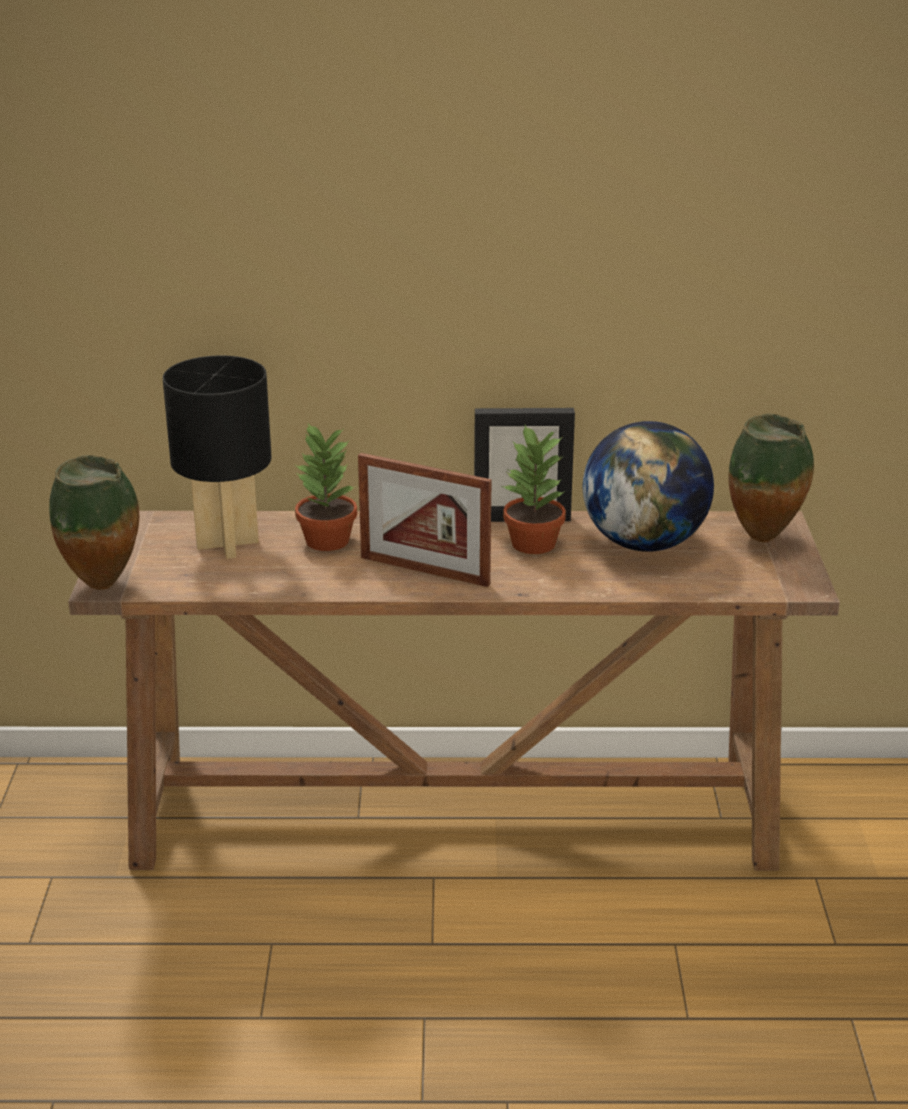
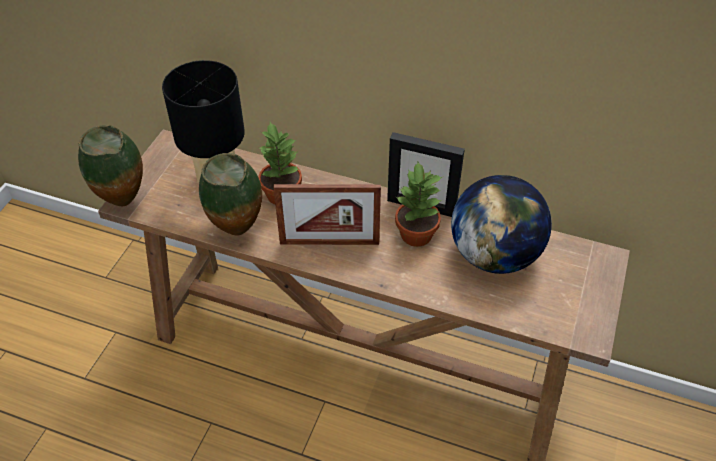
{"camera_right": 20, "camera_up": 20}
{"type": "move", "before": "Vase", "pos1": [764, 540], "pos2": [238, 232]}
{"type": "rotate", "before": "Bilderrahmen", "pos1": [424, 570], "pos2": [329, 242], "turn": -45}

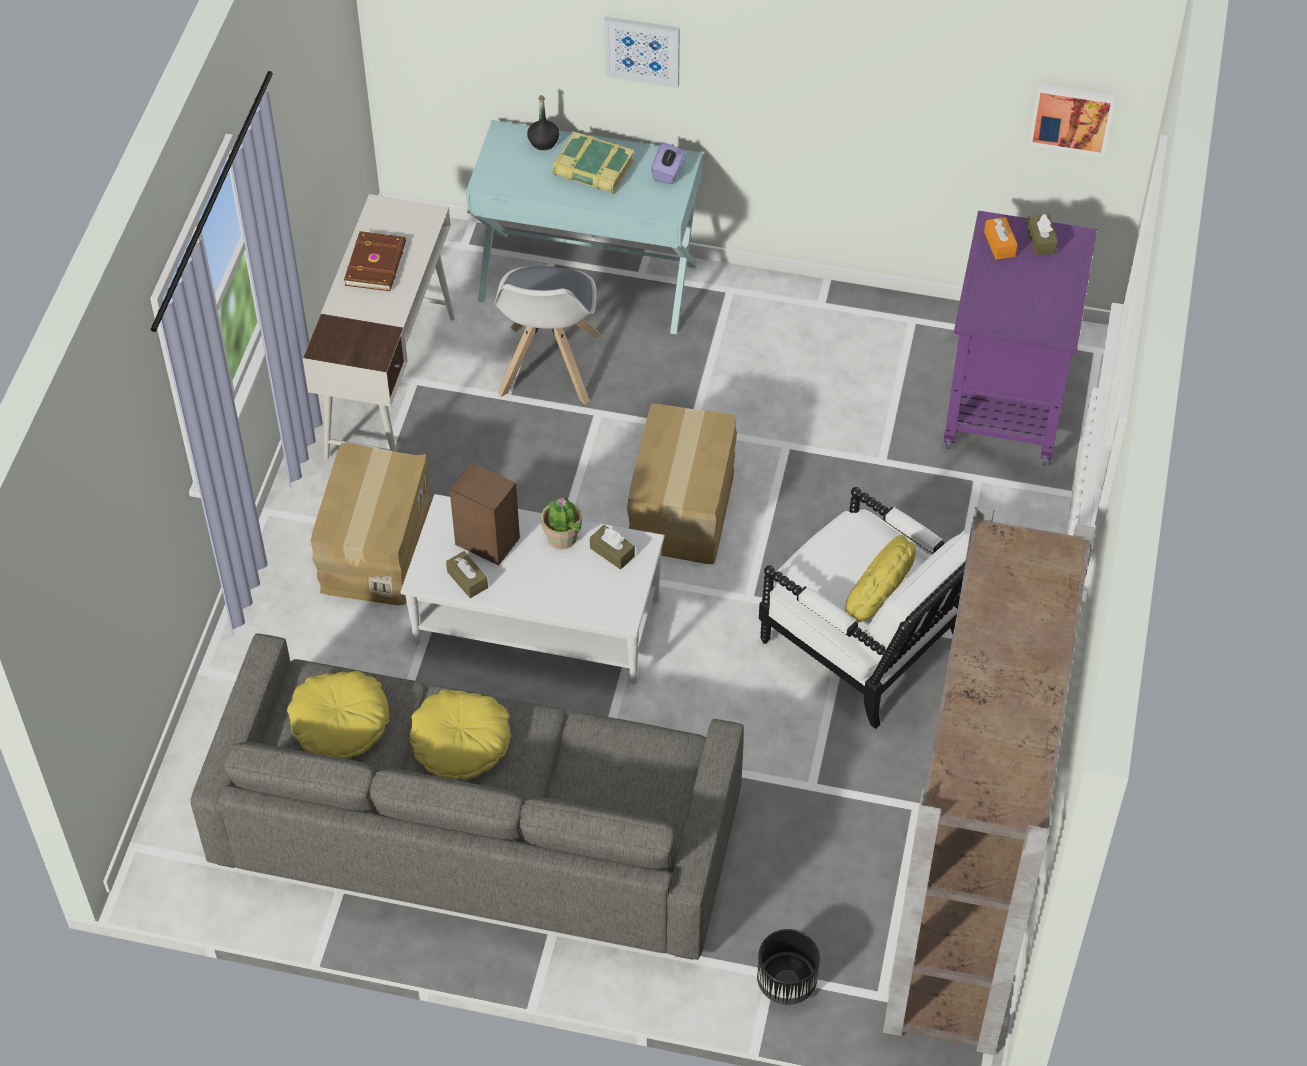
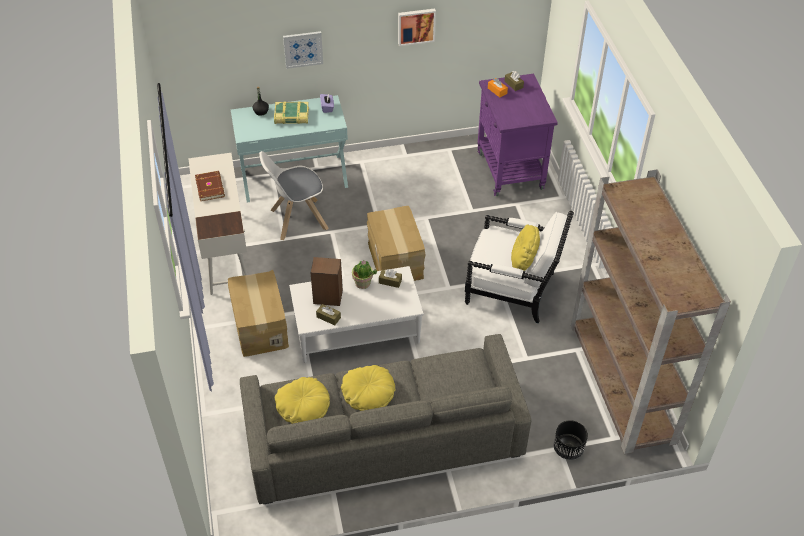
{"camera_right": -25, "camera_up": -5}
{"type": "move", "before": "Bild", "pos1": [1072, 117], "pos2": [416, 26]}
{"type": "rotate", "before": "Stuhl", "pos1": [548, 367], "pos2": [297, 220], "turn": 90}

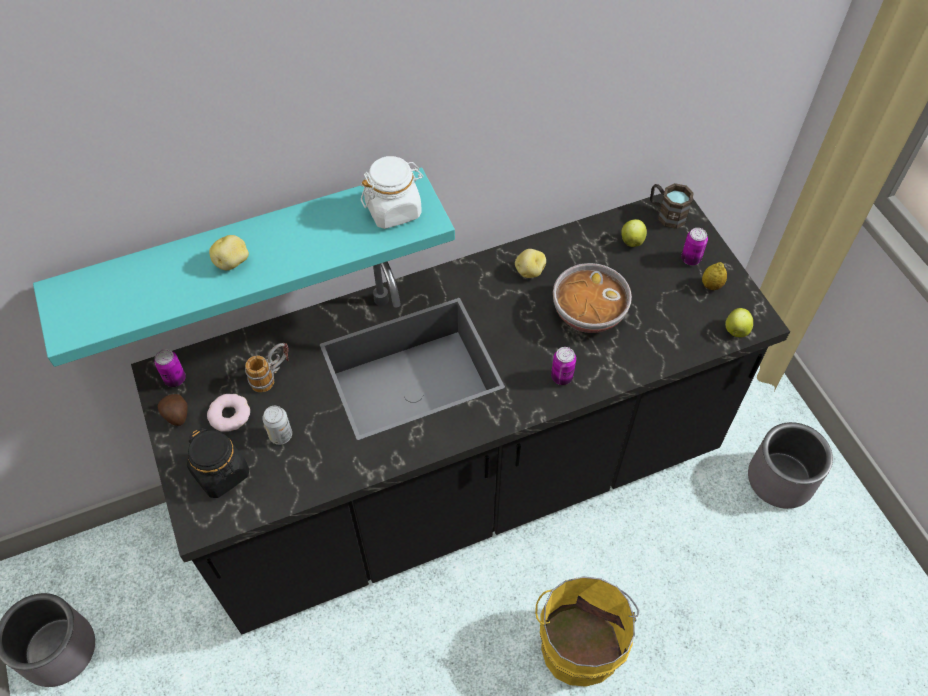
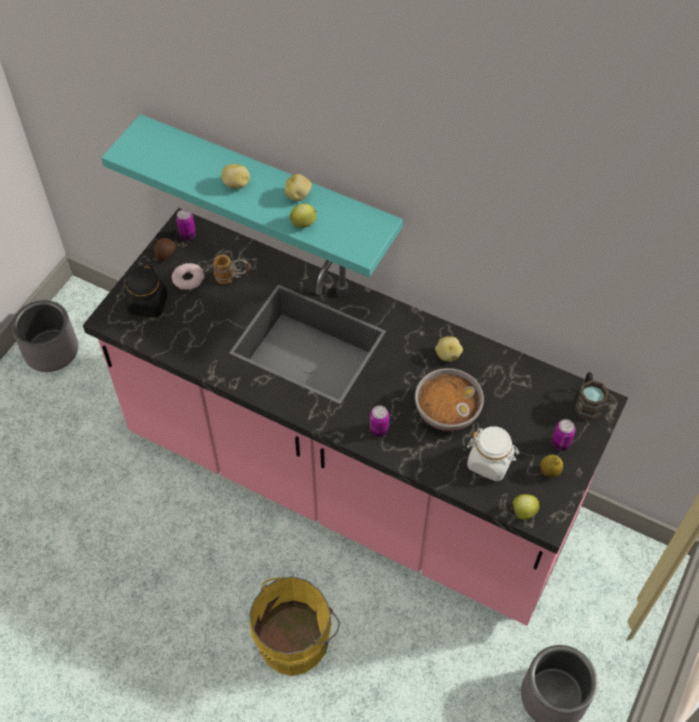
{"camera_right": 50, "camera_up": 0}
{"type": "delete", "before": "Dose", "pos1": [281, 435]}
{"type": "insert", "after": "Kartoffel", "pos2": [298, 195]}
{"type": "move", "before": "Vorratsglas/weiß", "pos1": [394, 210], "pos2": [490, 462]}
{"type": "move", "before": "Apfel", "pos1": [632, 241], "pos2": [304, 223]}
{"type": "recolor", "before": "Küchenzeile/schwarz", "after": "Küchenzeile/rosa", "pos1": [464, 483], "pos2": [349, 481]}

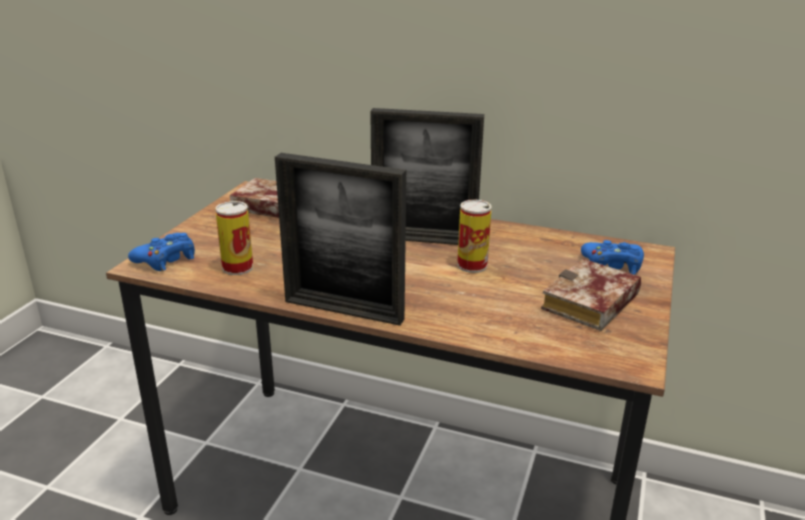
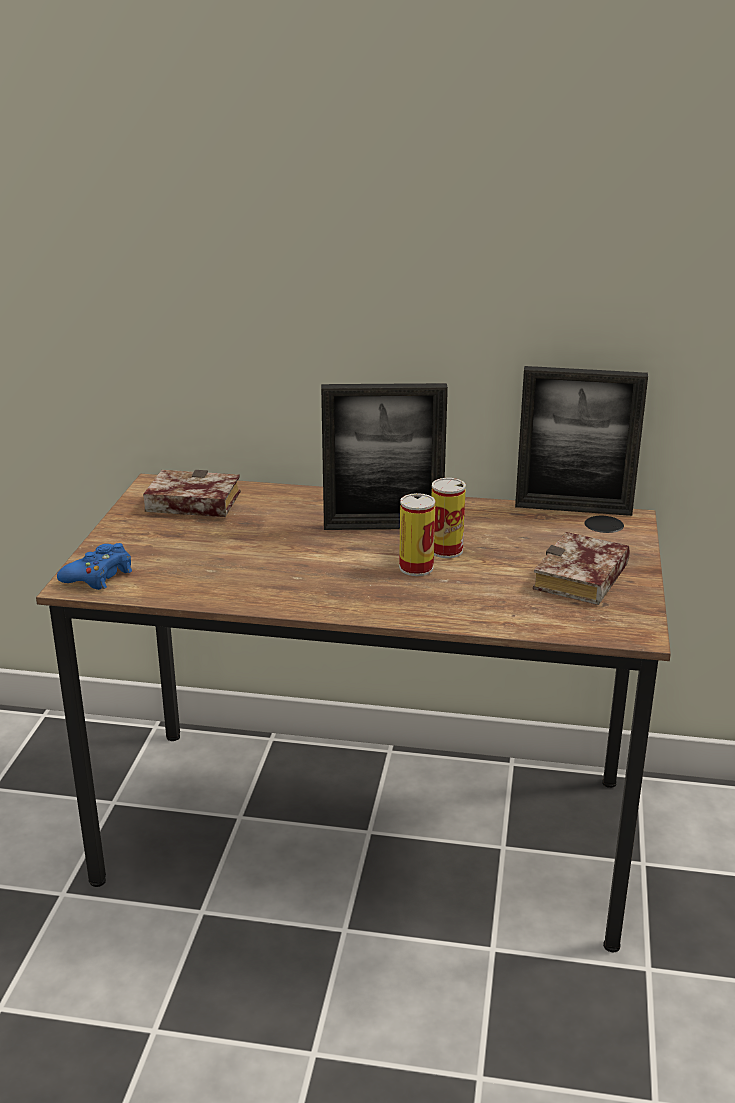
{"camera_right": -10, "camera_up": 0}
{"type": "delete", "before": "Gamepad/blau", "pos1": [612, 265]}
{"type": "move", "before": "Dose", "pos1": [237, 267], "pos2": [416, 568]}
{"type": "move", "before": "Bilderrahmen", "pos1": [343, 310], "pos2": [573, 509]}

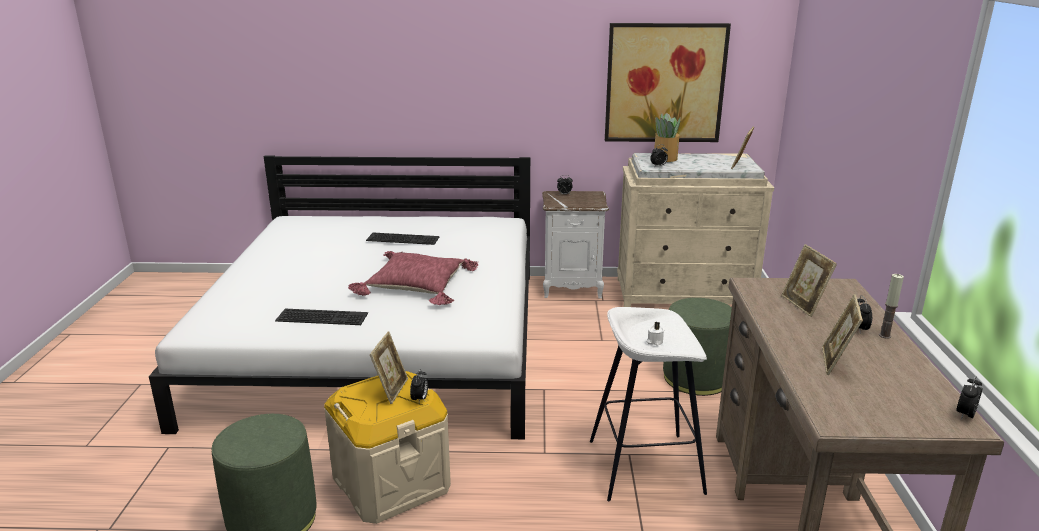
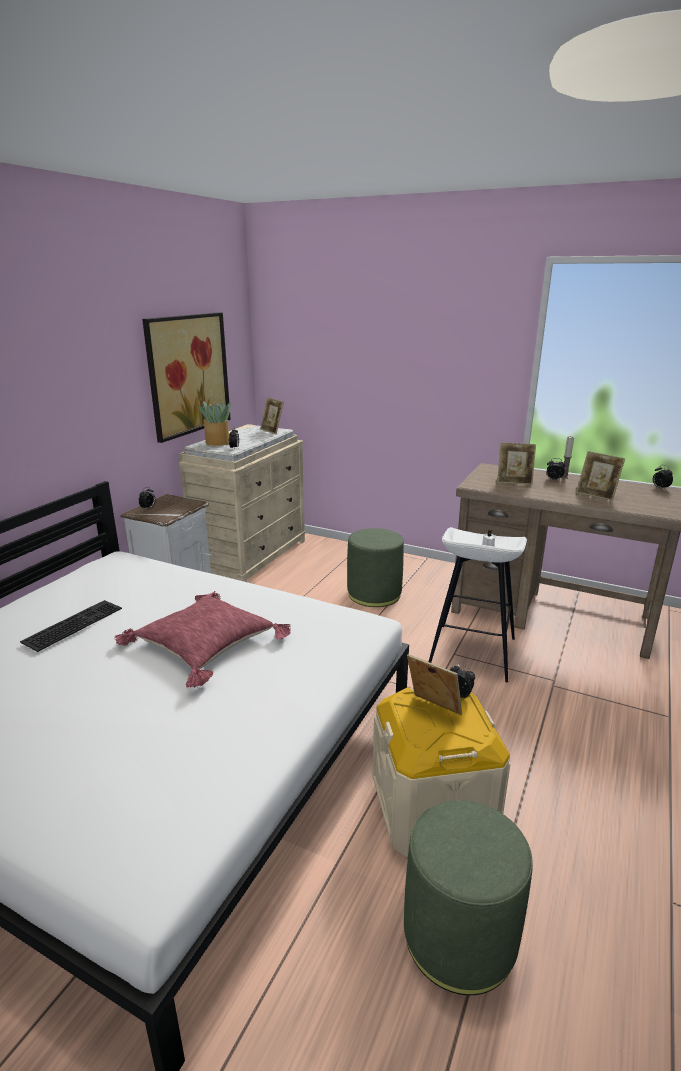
{"camera_right": -65, "camera_up": 0}
{"type": "delete", "before": "Tastatur", "pos1": [323, 316]}

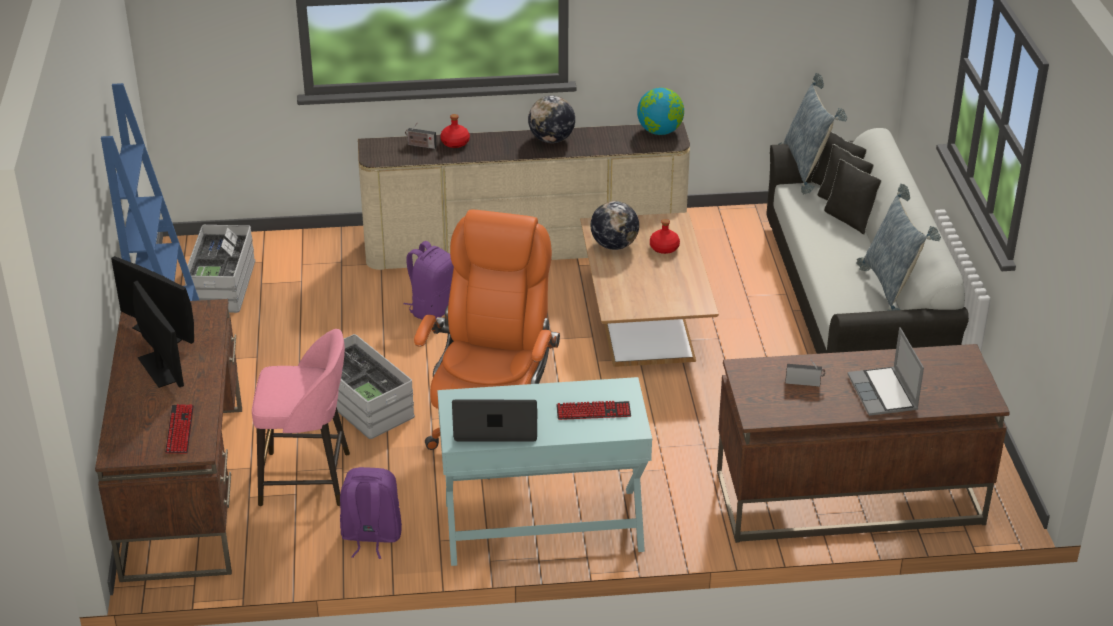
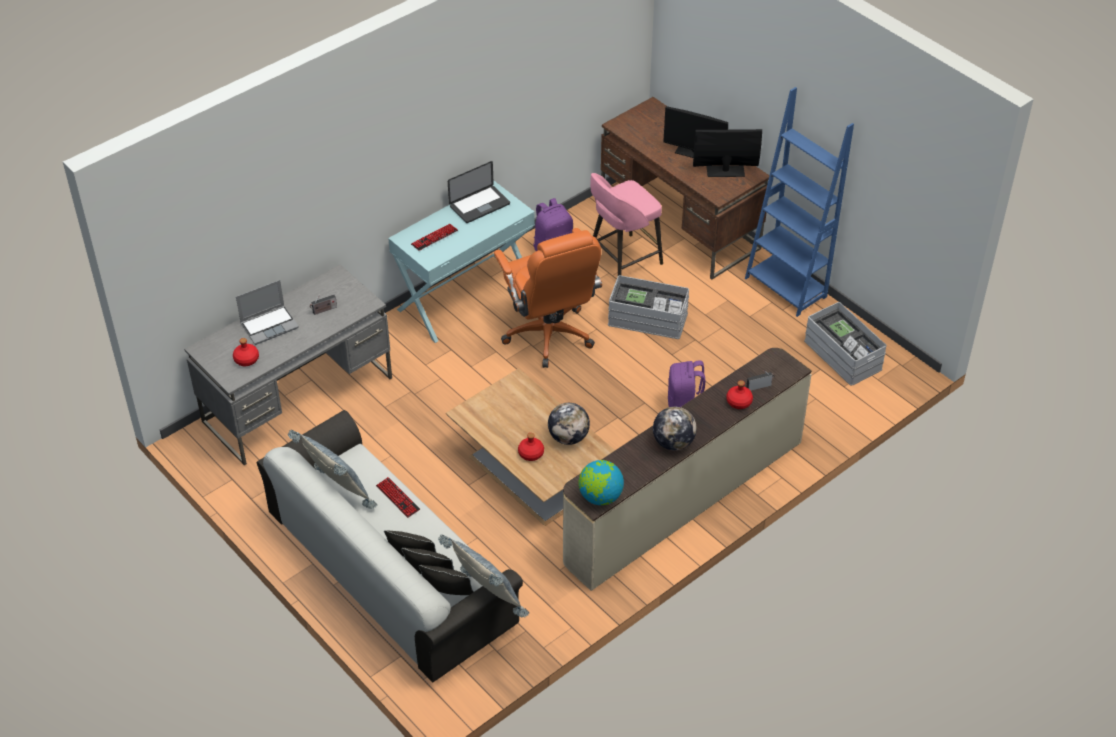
{"camera_right": 145, "camera_up": 10}
{"type": "insert", "after": "Flasche/rot", "pos2": [246, 359]}
{"type": "move", "before": "Tastatur", "pos1": [180, 430], "pos2": [398, 498]}
{"type": "recolor", "before": "Schreibtisch/braun", "after": "Schreibtisch/grau", "pos1": [847, 498], "pos2": [299, 399]}
{"type": "rotate", "before": "Laptop", "pos1": [884, 393], "pos2": [270, 325], "turn": 105}

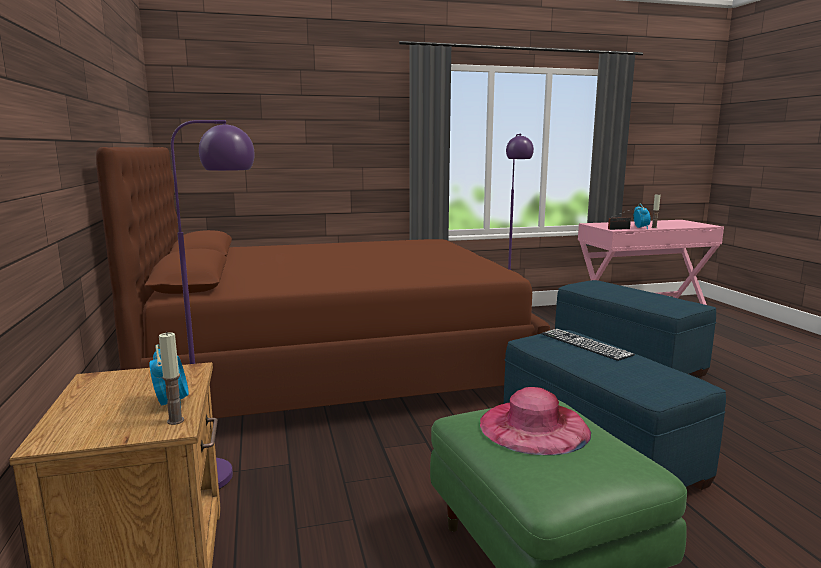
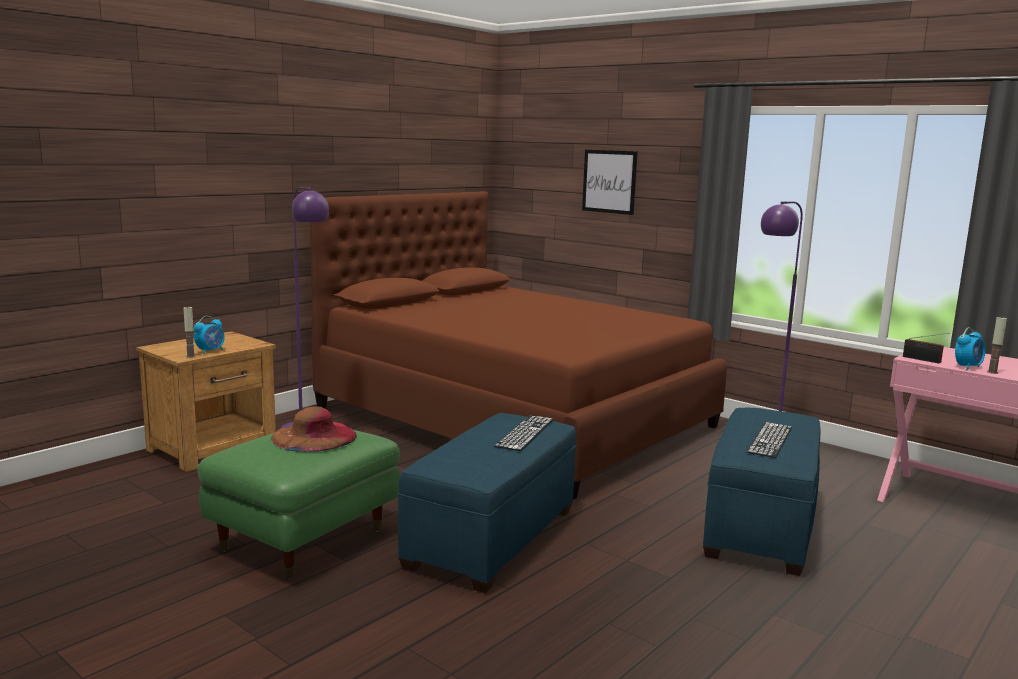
{"camera_right": 55, "camera_up": 0}
{"type": "insert", "after": "Bild", "pos2": [609, 181]}
{"type": "insert", "after": "Tastatur", "pos2": [770, 439]}
{"type": "recolor", "before": "Hut/rosa", "after": "Hut/braun", "pos1": [534, 426], "pos2": [314, 436]}

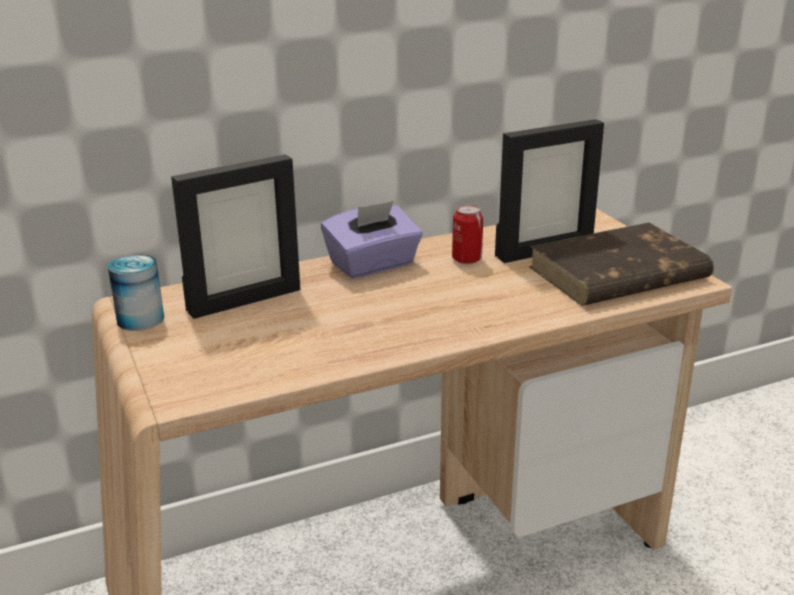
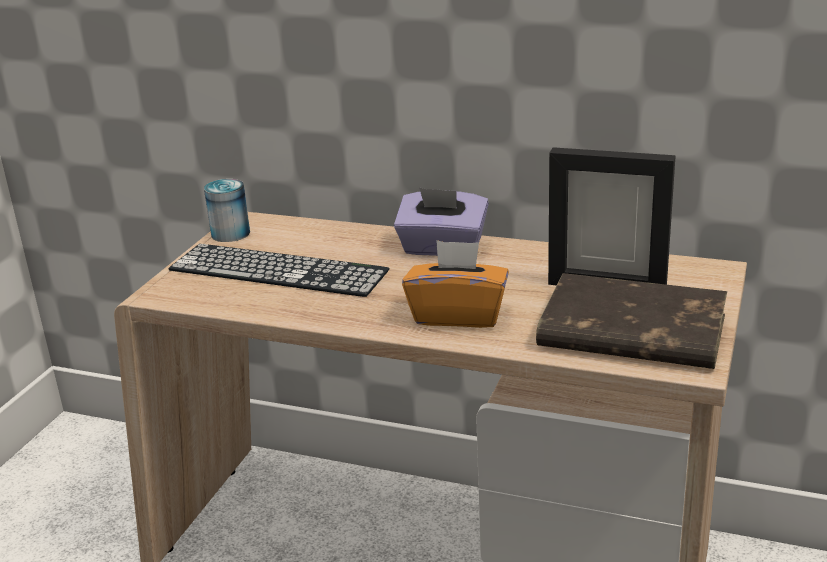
{"camera_right": 45, "camera_up": 0}
{"type": "delete", "before": "Bilderrahmen", "pos1": [244, 300]}
{"type": "delete", "before": "Dose", "pos1": [466, 259]}
{"type": "insert", "after": "Tastatur", "pos2": [278, 270]}
{"type": "insert", "after": "Taschentuchbox/orange", "pos2": [458, 315]}

